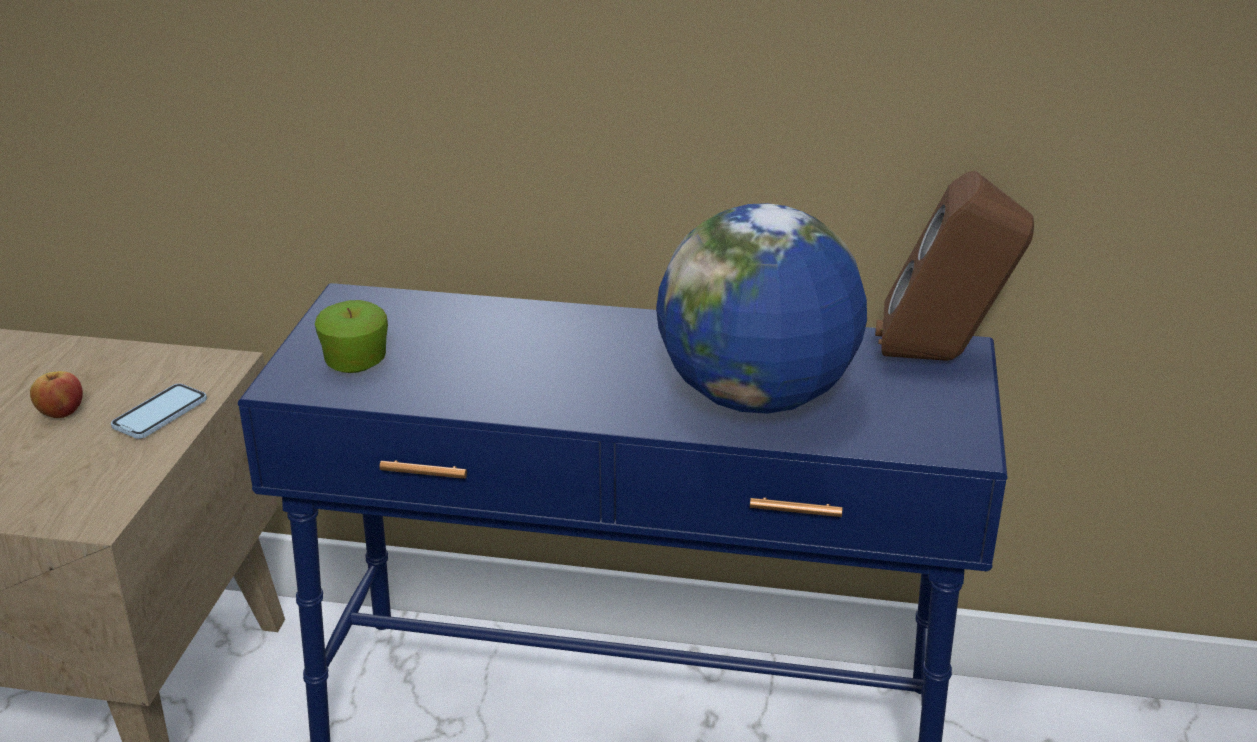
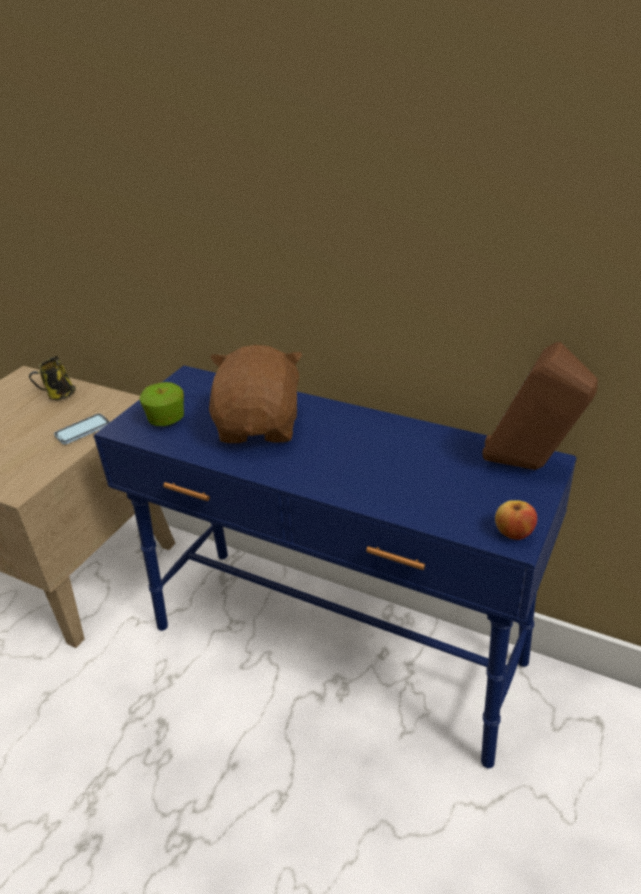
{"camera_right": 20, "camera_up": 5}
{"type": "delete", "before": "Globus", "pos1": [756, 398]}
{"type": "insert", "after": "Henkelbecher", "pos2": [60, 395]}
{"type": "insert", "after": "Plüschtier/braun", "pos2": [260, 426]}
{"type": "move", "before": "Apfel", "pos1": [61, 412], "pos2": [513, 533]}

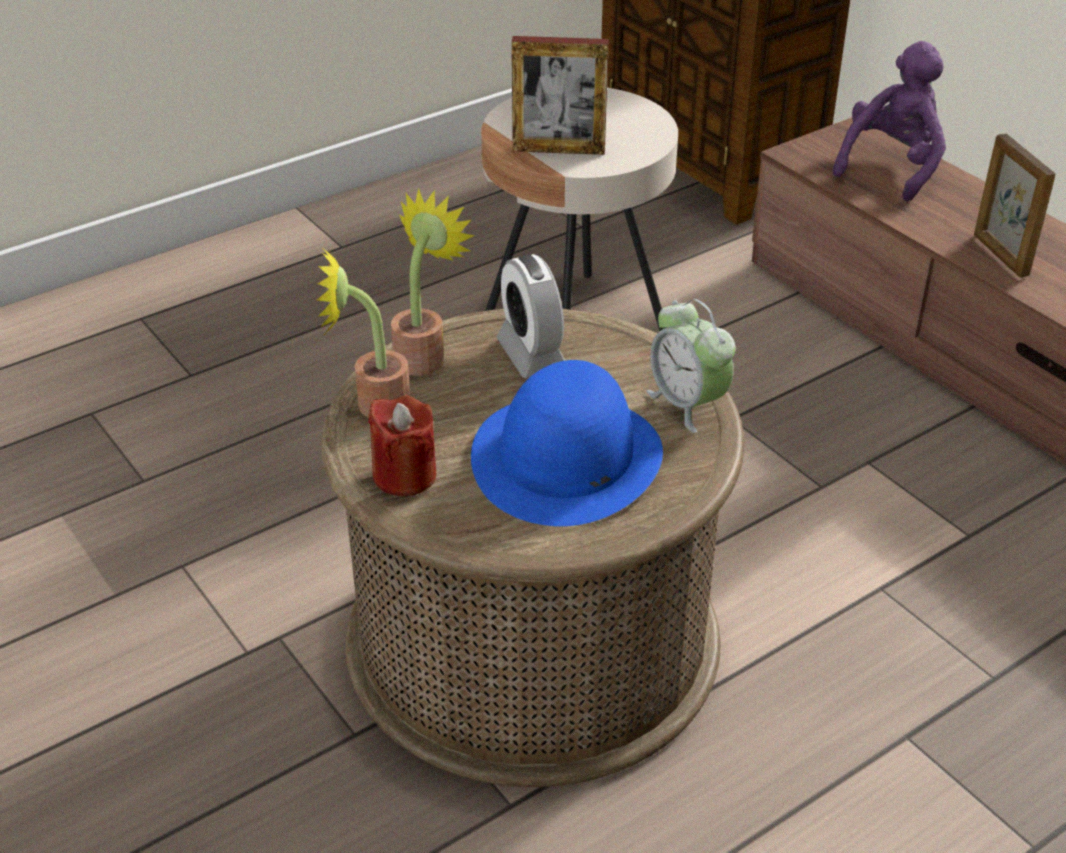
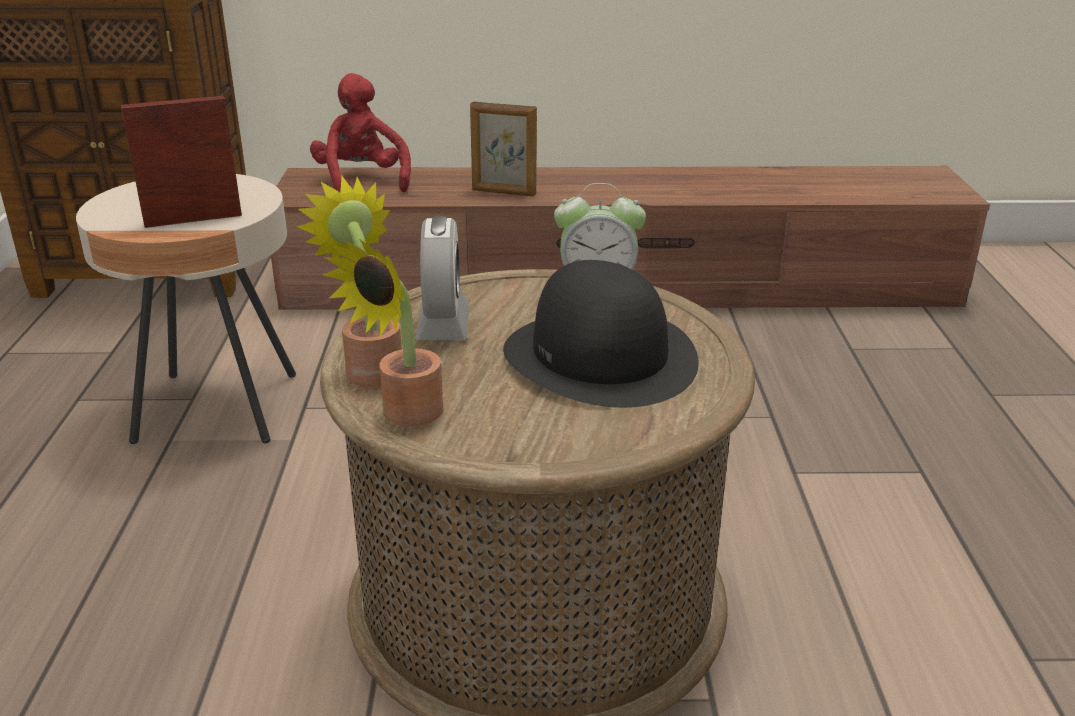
{"camera_right": -55, "camera_up": -10}
{"type": "delete", "before": "Kerze/rot", "pos1": [404, 475]}
{"type": "recolor", "before": "Hut/blau", "after": "Hut/schwarz", "pos1": [567, 458], "pos2": [600, 357]}
{"type": "recolor", "before": "Plüschtier/lila", "after": "Plüschtier/rot", "pos1": [891, 167], "pos2": [362, 181]}
{"type": "rotate", "before": "Wecker", "pos1": [531, 354], "pos2": [443, 324], "turn": -105}
{"type": "rotate", "before": "Bilderrahmen", "pos1": [558, 150], "pos2": [193, 219], "turn": -150}

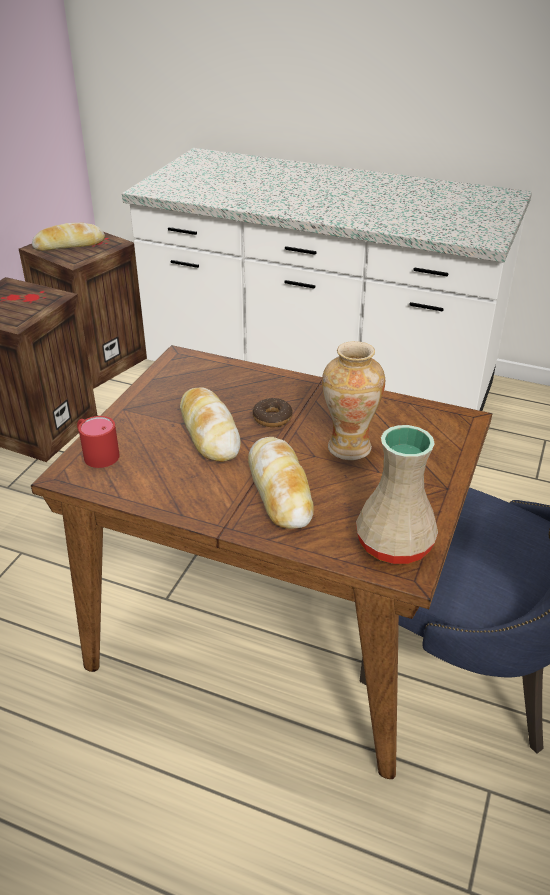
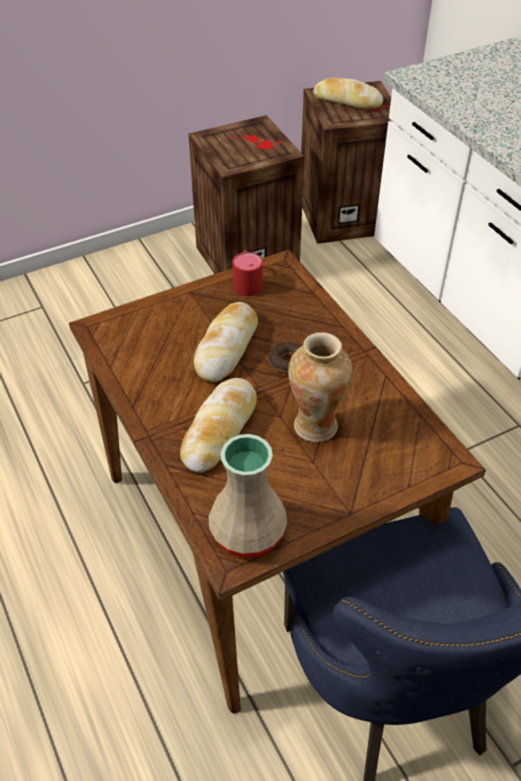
{"camera_right": 40, "camera_up": 10}
{"type": "move", "before": "Henkelbecher/rot", "pos1": [96, 453], "pos2": [247, 282]}

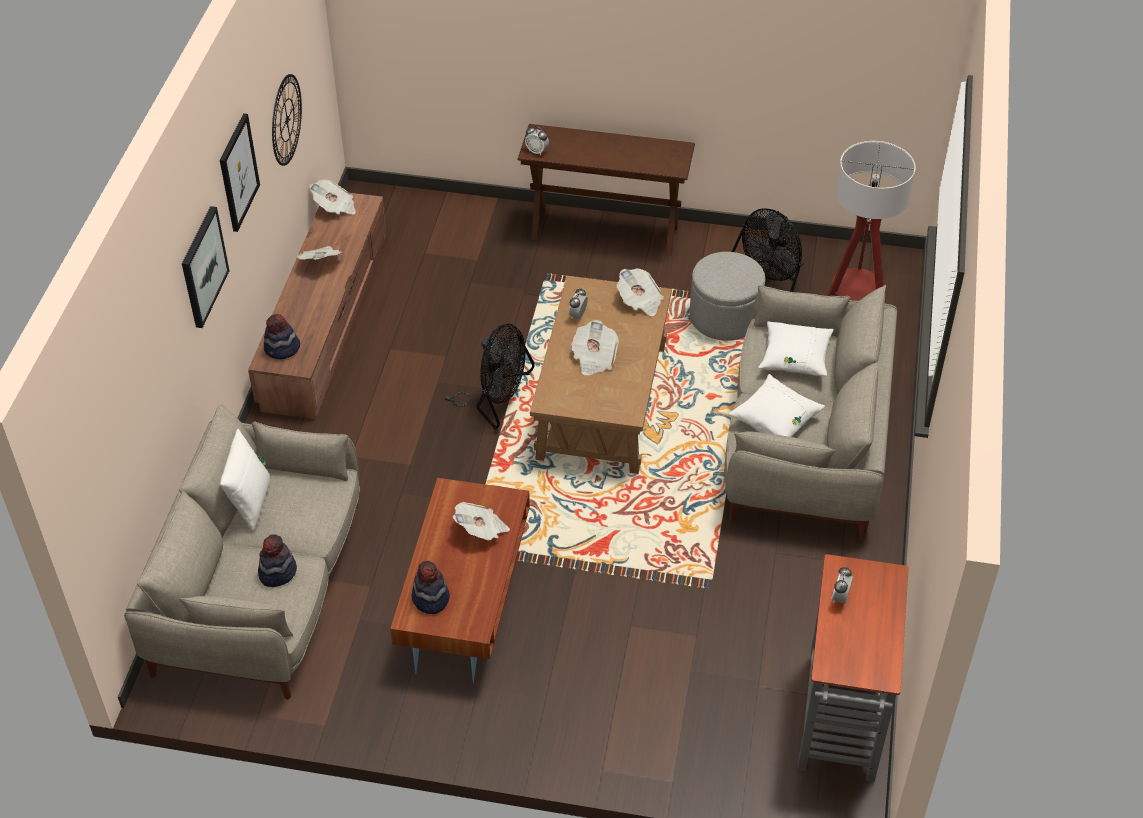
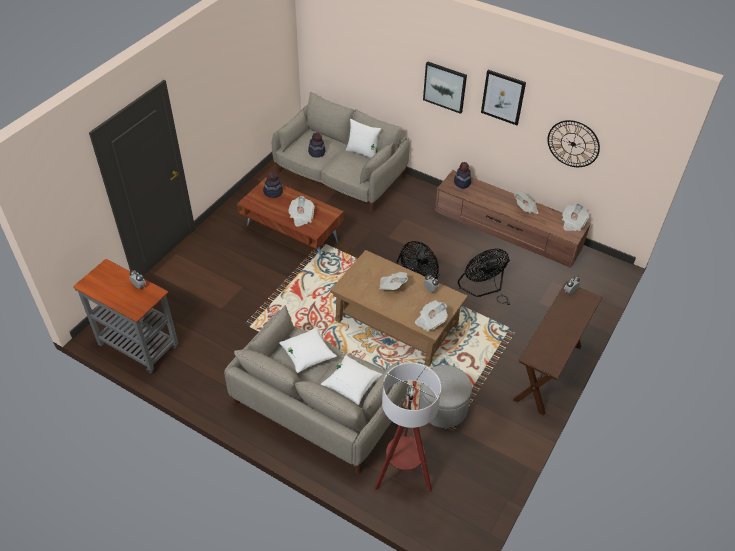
{"camera_right": 110, "camera_up": 0}
{"type": "move", "before": "Ventilator/schwarz", "pos1": [771, 275], "pos2": [487, 288]}

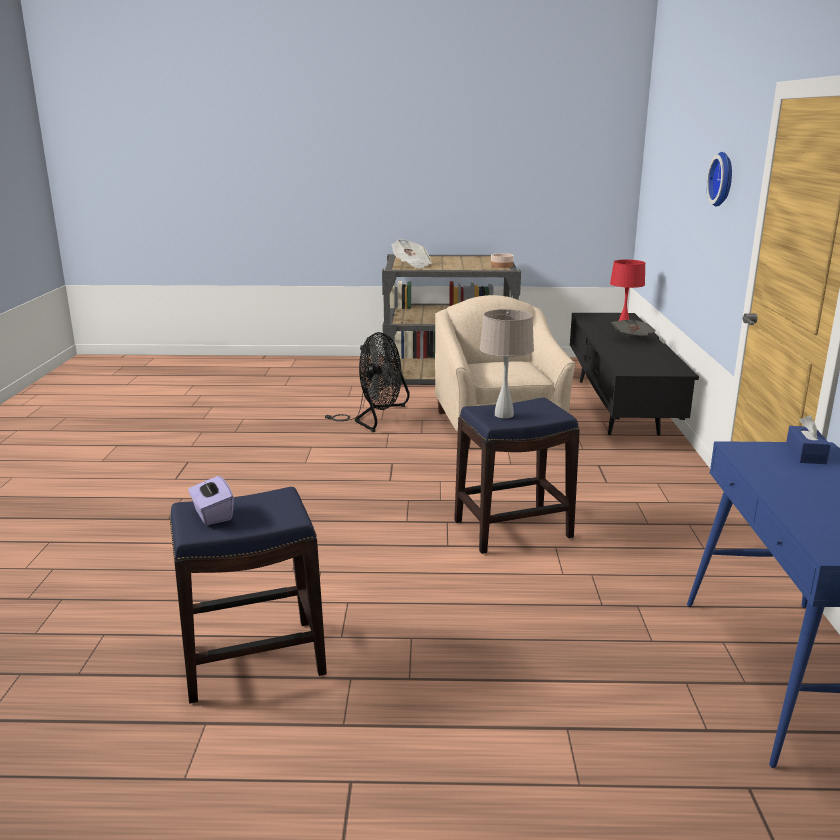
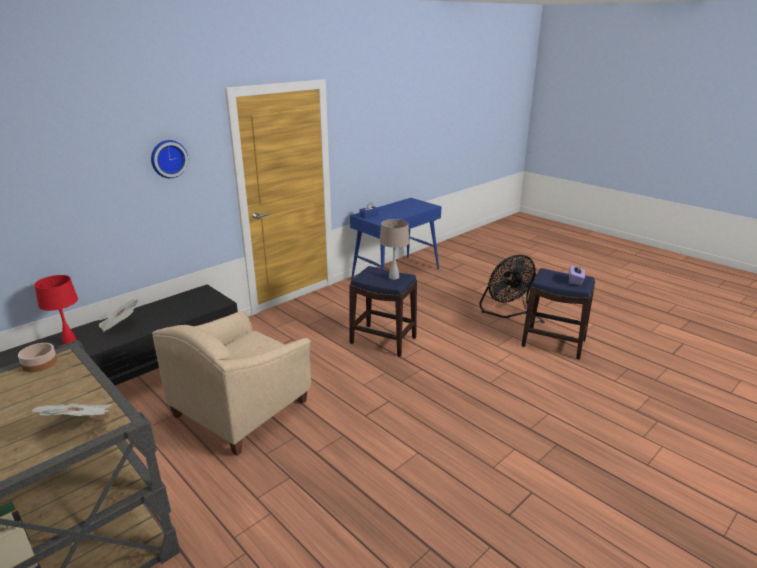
{"camera_right": -135, "camera_up": 5}
{"type": "move", "before": "Ventilator/schwarz", "pos1": [373, 417], "pos2": [513, 311]}

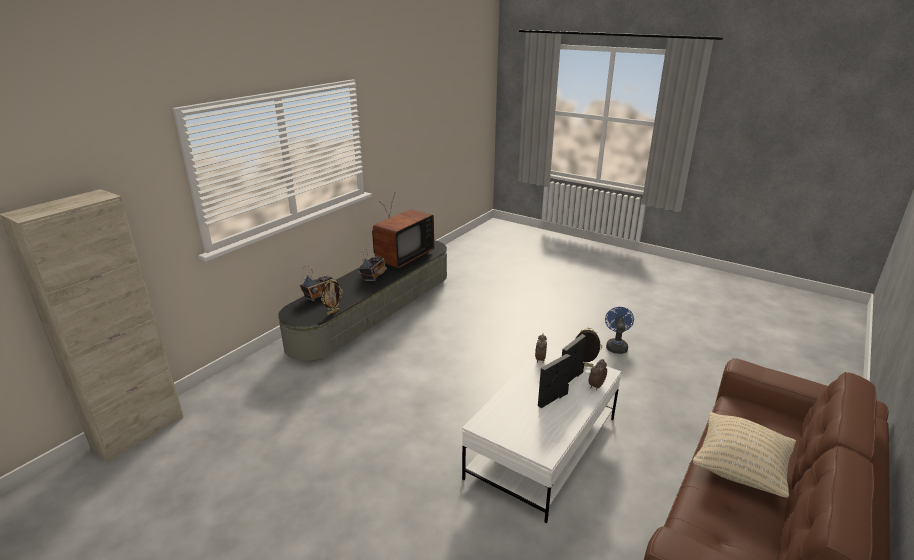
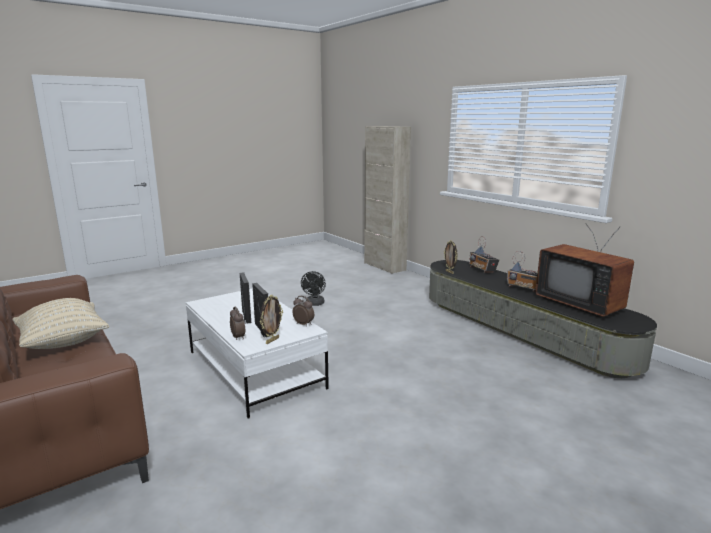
{"camera_right": 110, "camera_up": -10}
{"type": "delete", "before": "Ventilator/blau", "pos1": [616, 346]}
{"type": "insert", "after": "Ventilator/schwarz", "pos2": [314, 304]}

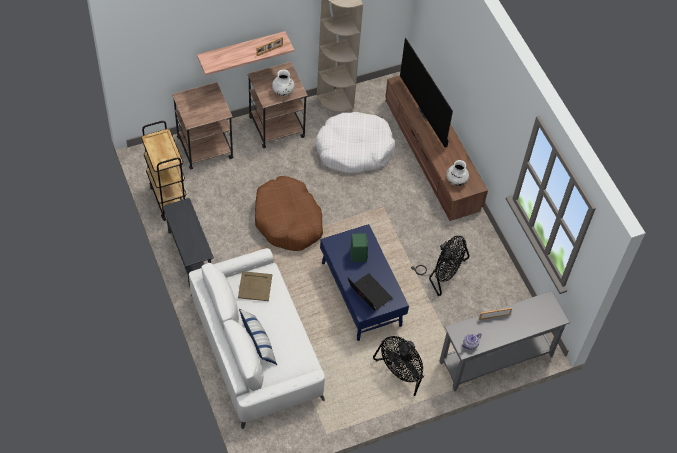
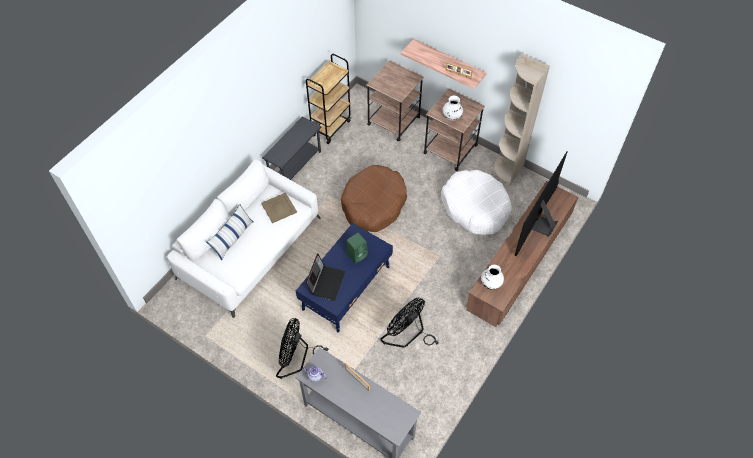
{"camera_right": 60, "camera_up": 0}
{"type": "rotate", "before": "Ventilator/schwarz", "pos1": [441, 274], "pos2": [410, 333], "turn": 135}

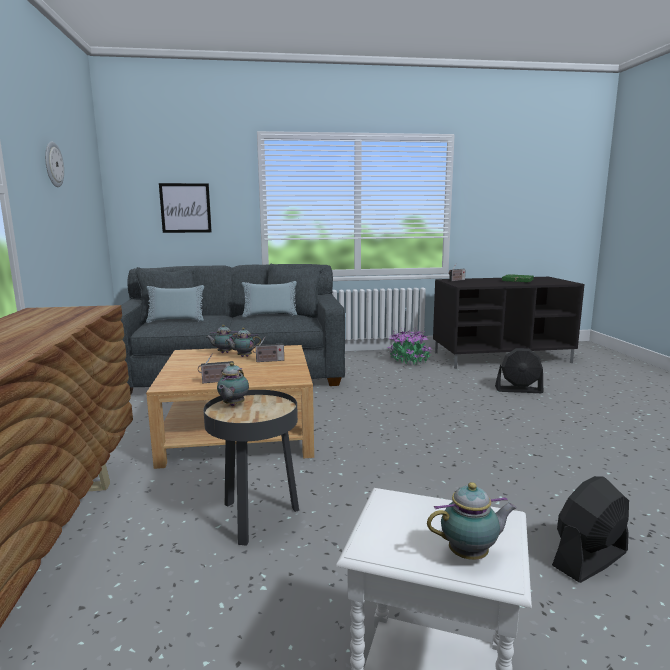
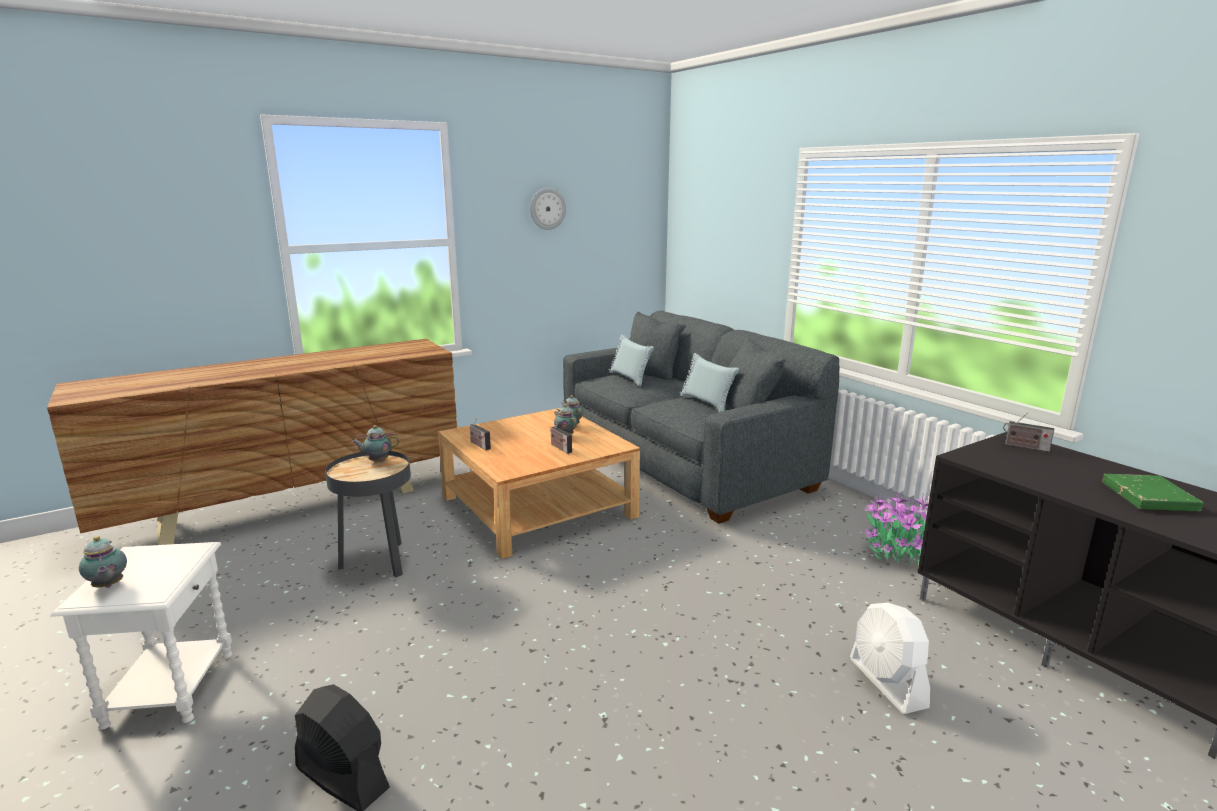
{"camera_right": 65, "camera_up": 5}
{"type": "delete", "before": "Bild", "pos1": [185, 208]}
{"type": "recolor", "before": "Ventilator/schwarz", "after": "Ventilator/weiß", "pos1": [518, 390], "pos2": [887, 683]}

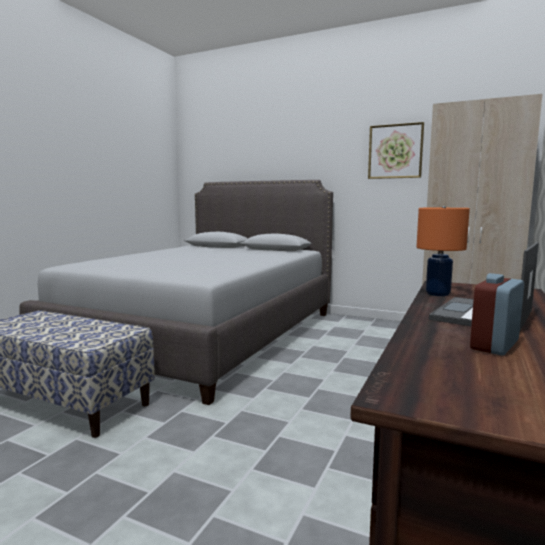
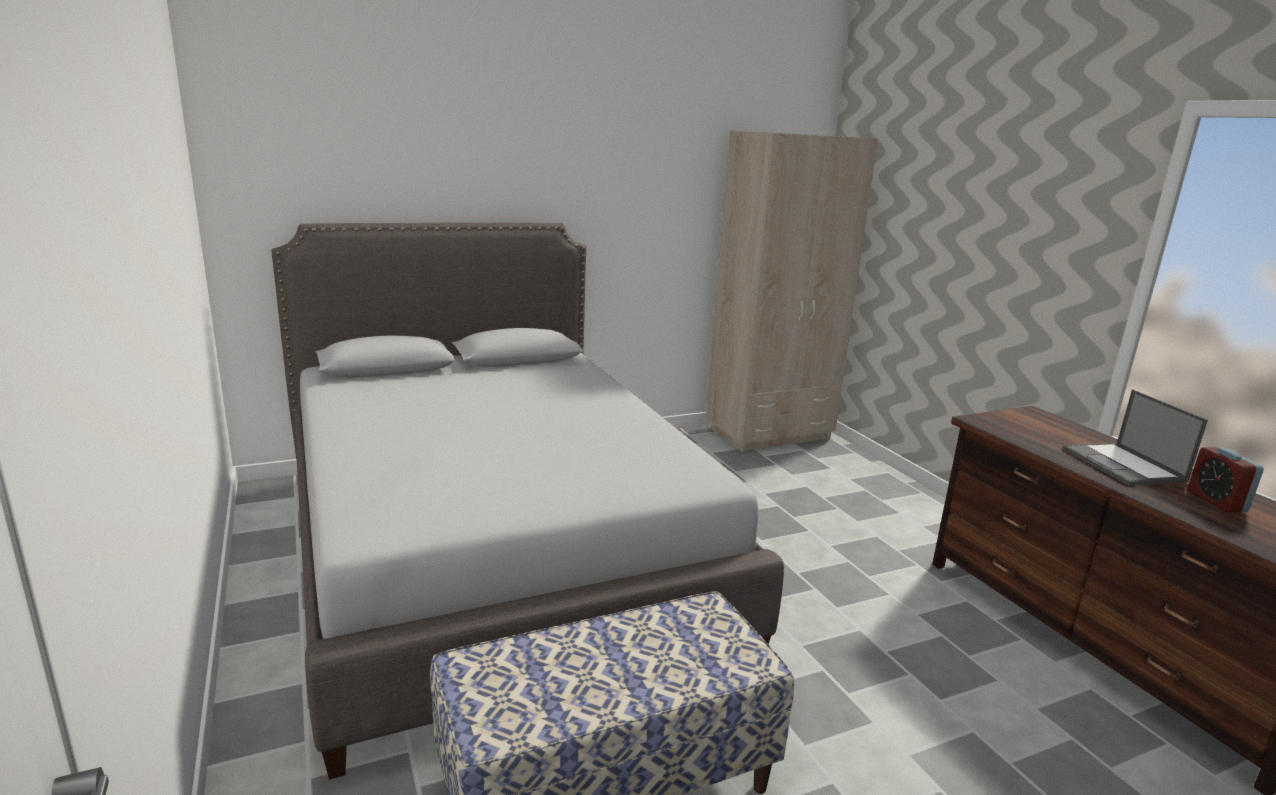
{"camera_right": -50, "camera_up": 10}
{"type": "delete", "before": "Bild", "pos1": [395, 151]}
{"type": "delete", "before": "Tischlampe/orange", "pos1": [438, 294]}

